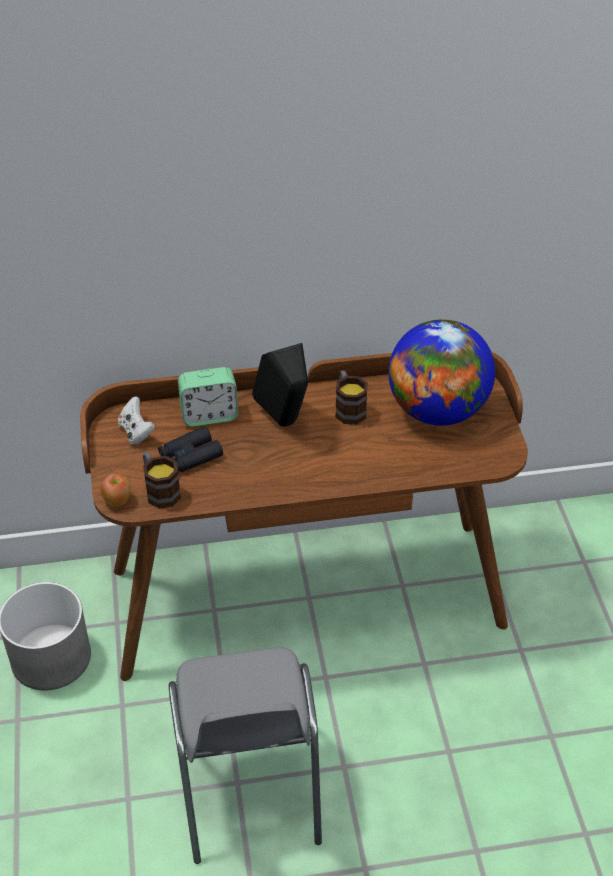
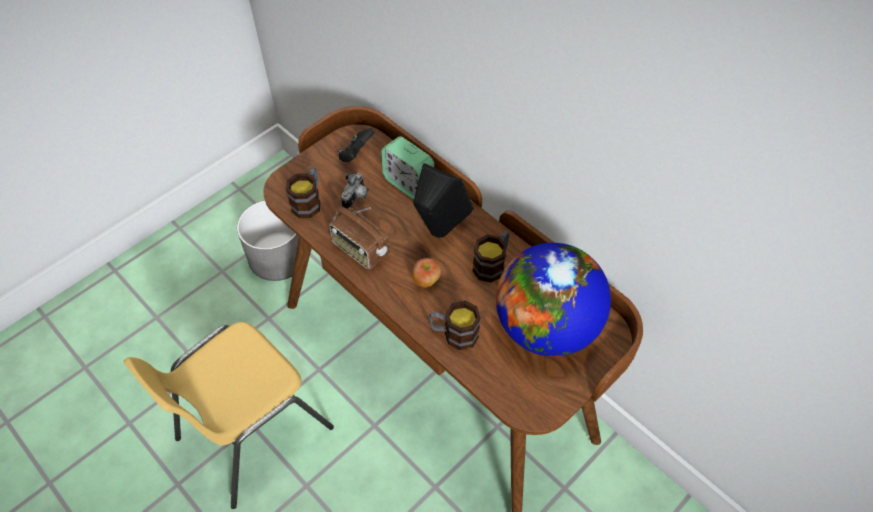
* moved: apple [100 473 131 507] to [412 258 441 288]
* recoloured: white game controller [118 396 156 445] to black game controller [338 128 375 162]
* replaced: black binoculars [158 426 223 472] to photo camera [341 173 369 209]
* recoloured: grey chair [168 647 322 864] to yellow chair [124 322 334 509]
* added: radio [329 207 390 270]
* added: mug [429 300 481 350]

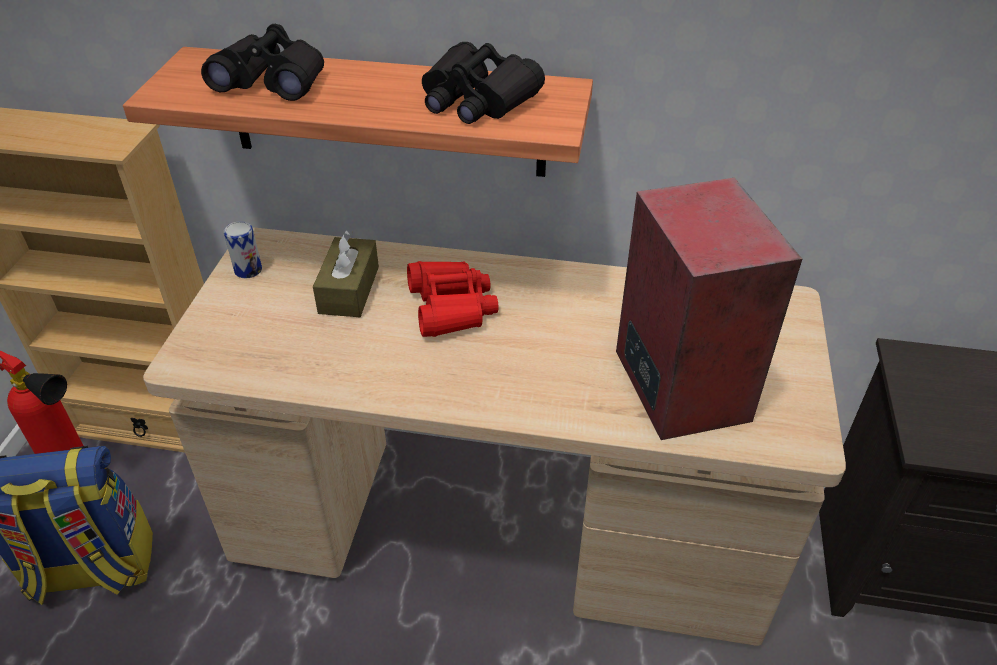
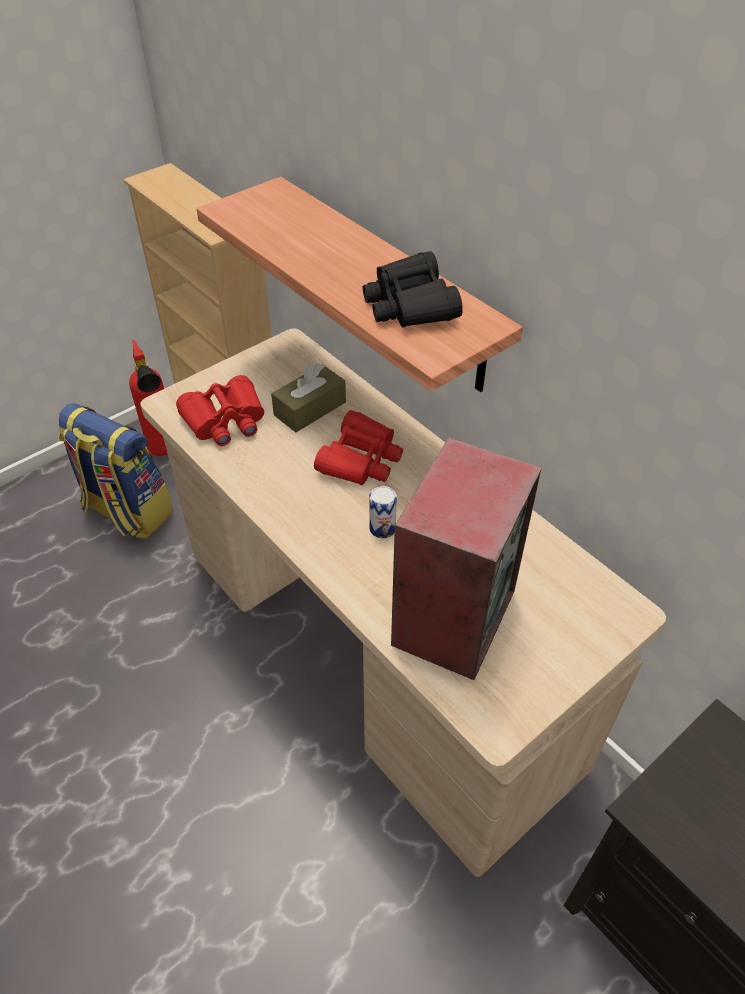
* removed: black binoculars [201 24 324 101]
* moved: can [224 221 262 278] to [369 486 397 538]
* added: red binoculars [176 375 264 446]

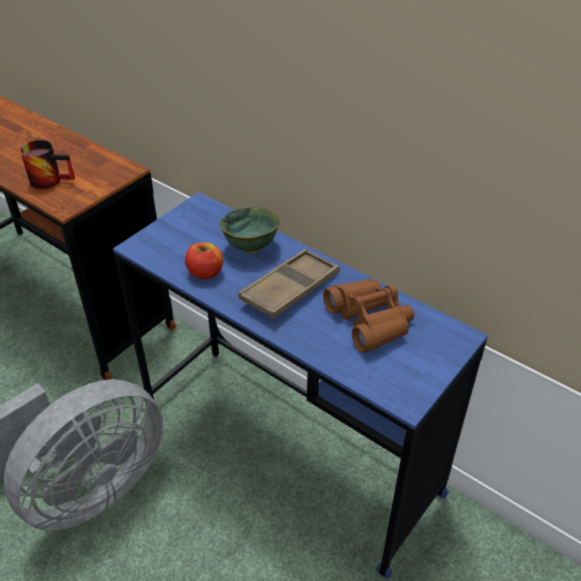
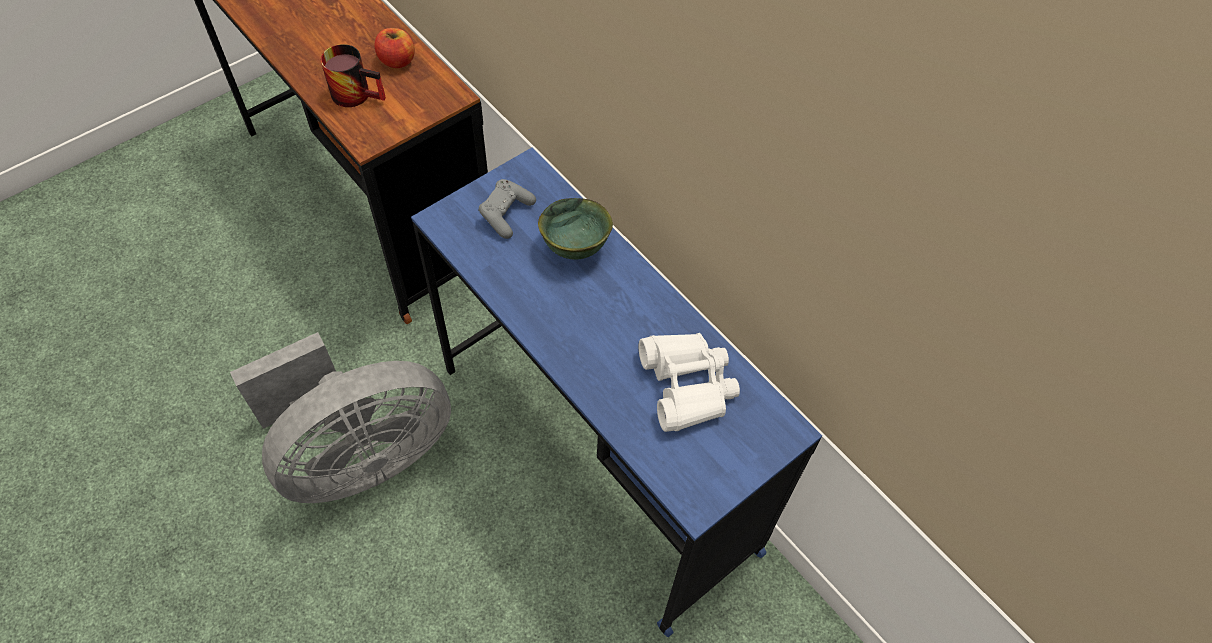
* moved: apple [185 242 223 279] to [375 28 415 68]
* removed: brown tray [239 249 339 319]
* recoloured: brown binoculars [323 279 414 353] to white binoculars [639 333 740 432]
* added: grey game controller [478 179 536 239]

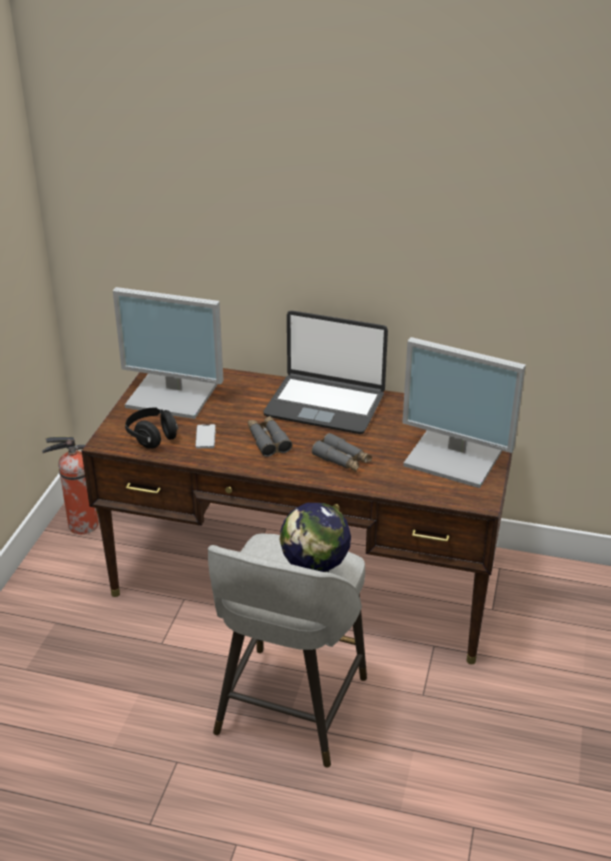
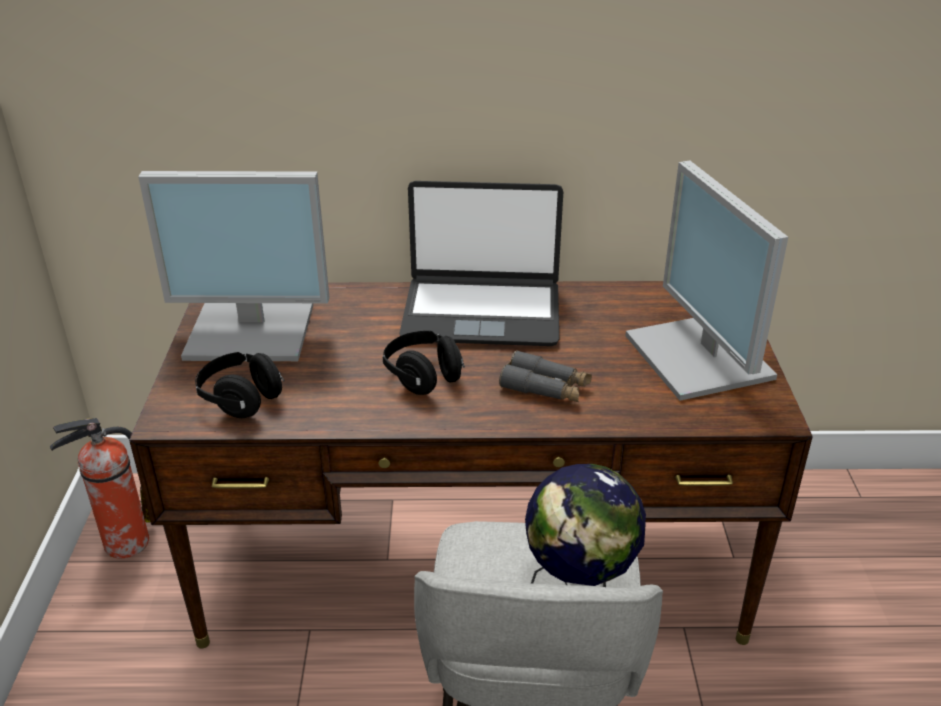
* removed: phone [195 424 216 448]
* replaced: grey binoculars [248 416 292 457] to black headphones [383 331 465 395]
* turned: monitor [402 337 526 488] = [625 161 788 401] 60 degrees clockwise

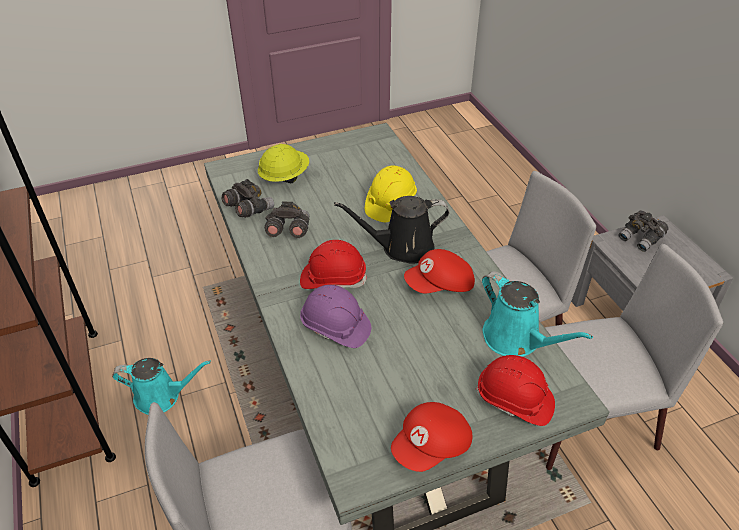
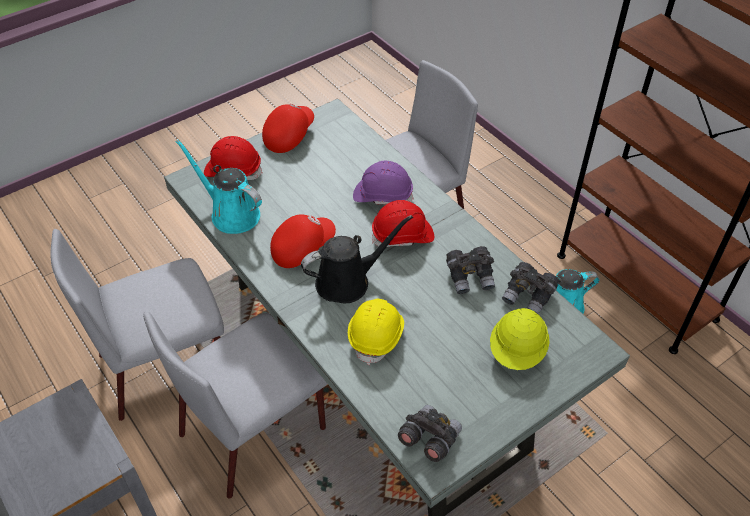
* moved: grey binoculars [619 210 669 252] to [398 405 462 462]

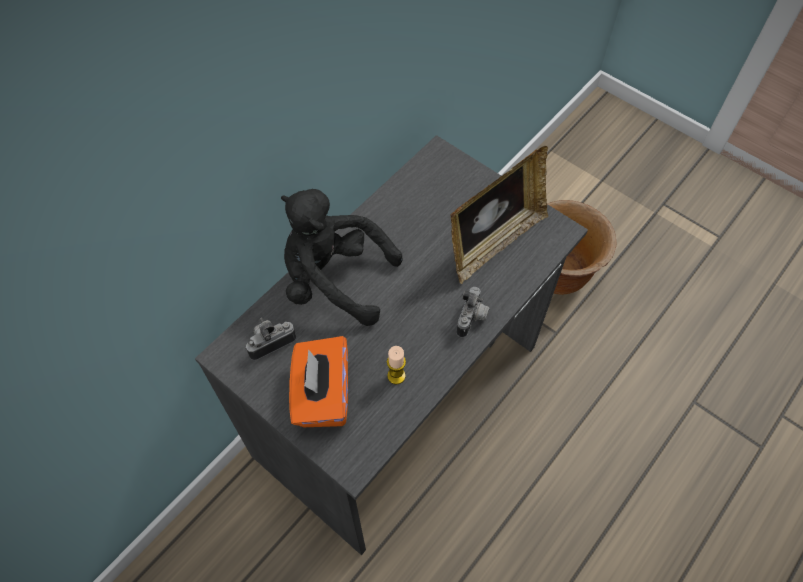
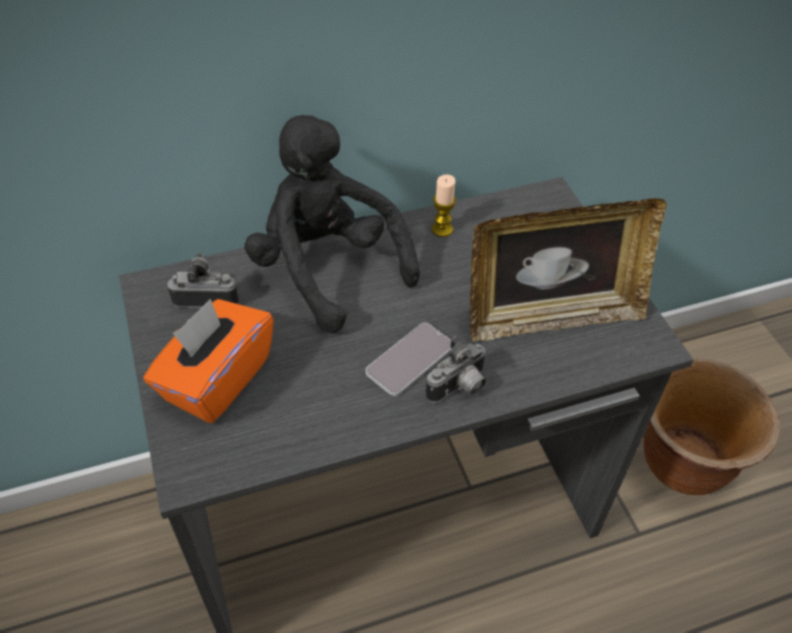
* moved: candle [387 346 406 385] to [432 174 456 237]
* added: phone [366 323 451 396]

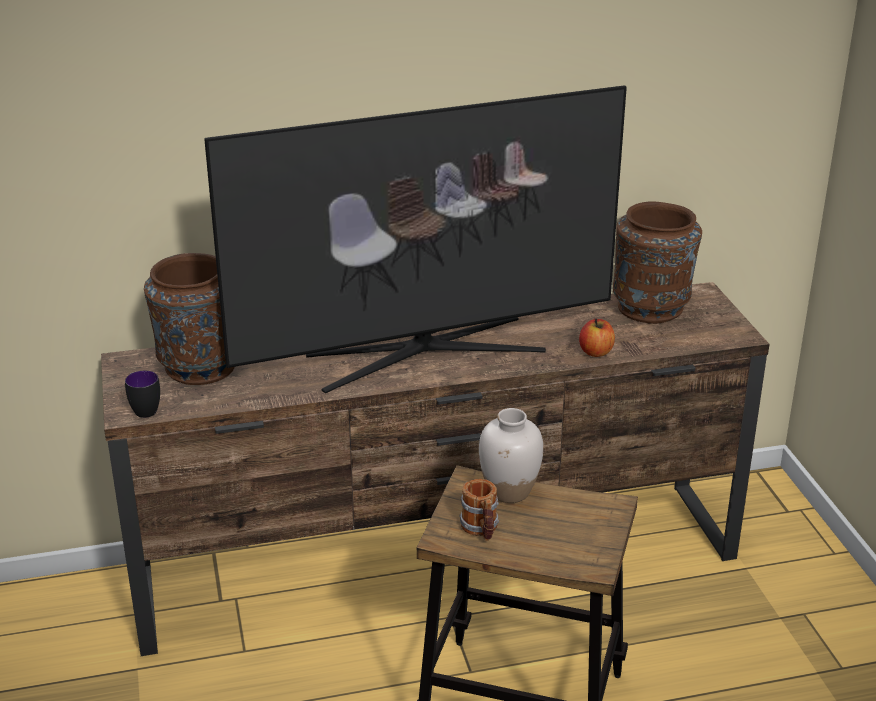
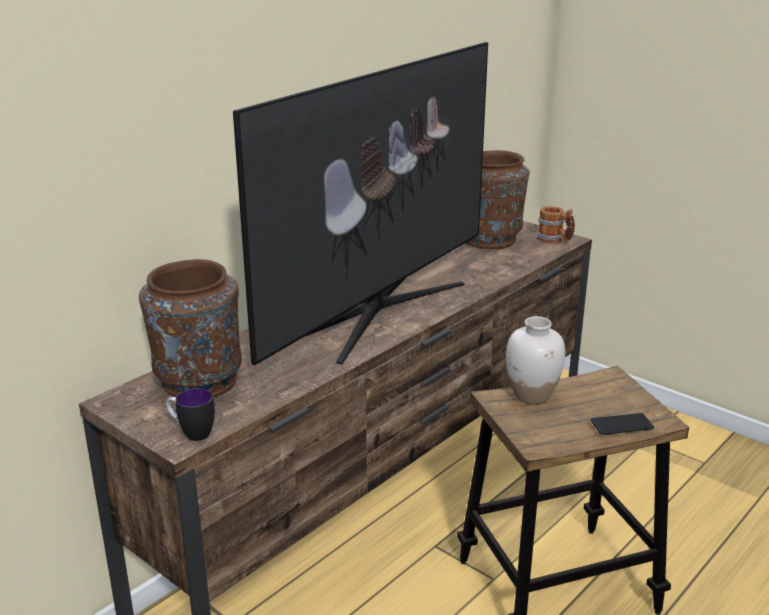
* moved: mug [459 479 499 541] to [537 206 575 243]
* removed: apple [579 318 615 357]
* added: phone [591 413 654 435]

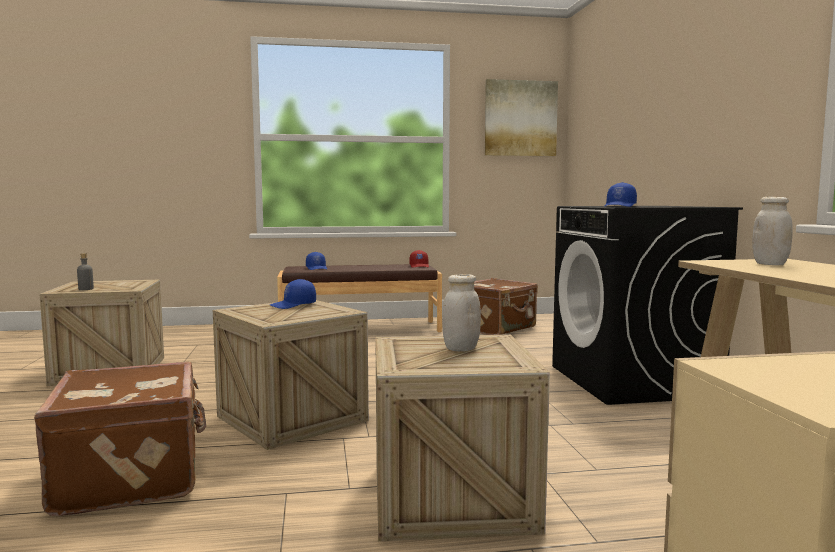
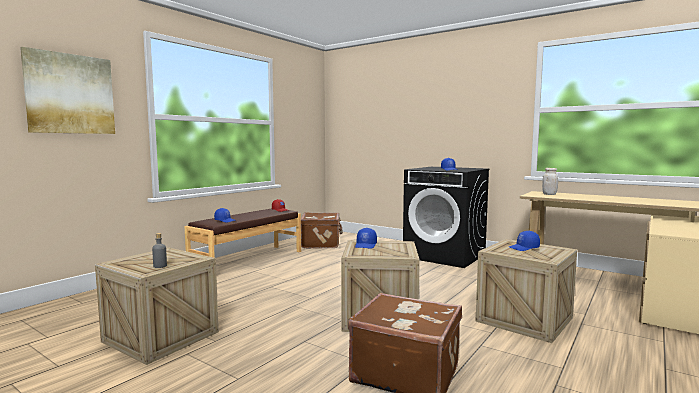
* replaced: white jar [442 274 481 352] to blue cap [509 231 540 251]
* moved: picture [485 79 558 156] to [20 47 115 134]

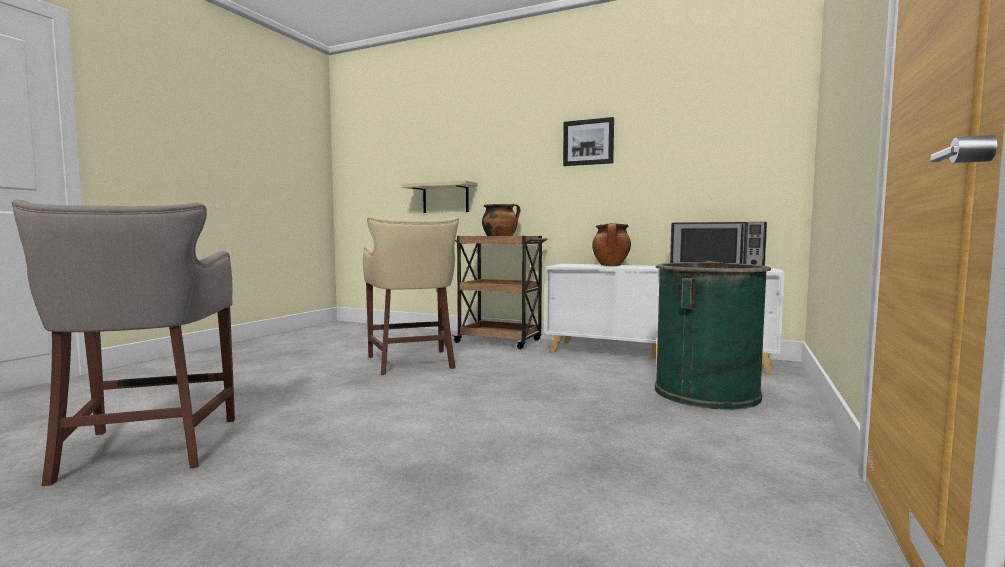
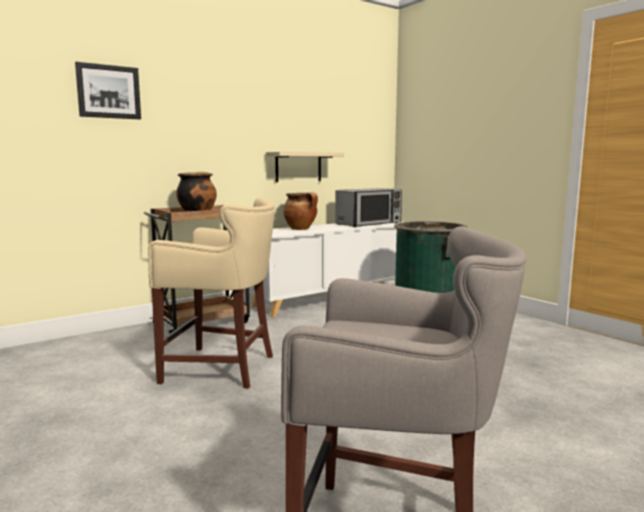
* moved: beige shelf [400 180 478 213] to [266 152 344 182]
* moved: picture [563 117 614 166] to [75 62 141 119]

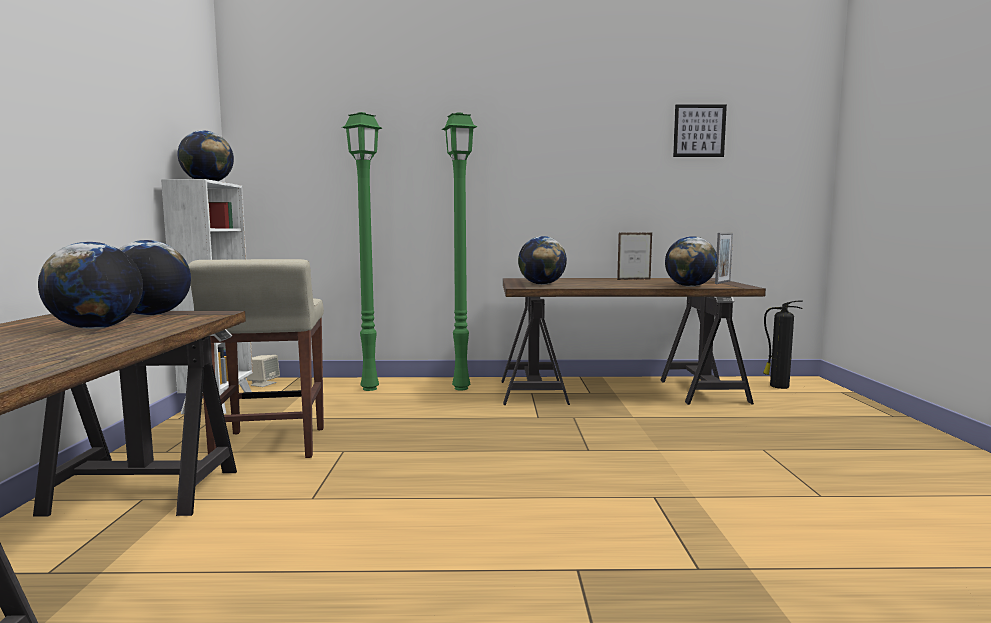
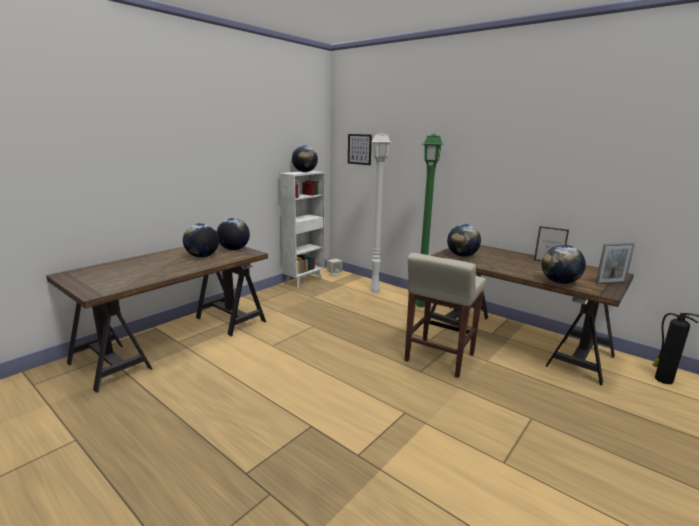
* moved: beige stool [188 259 324 458] to [405 253 486 378]
* recoloured: green floor lamp [342 112 382 391] to white floor lamp [370 133 392 293]
* moved: picture [673 104 727 157] to [348 134 372 165]

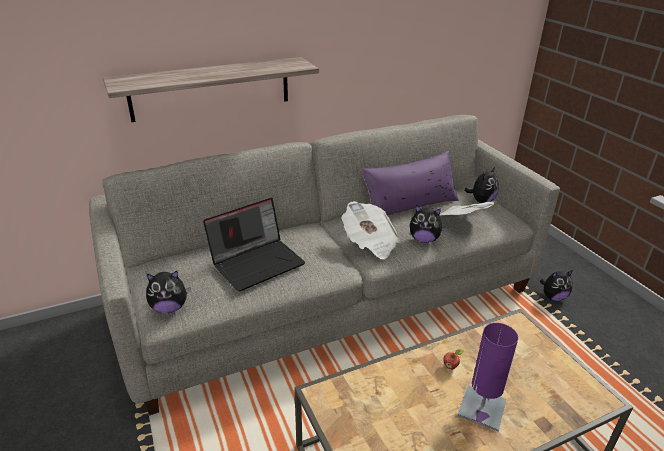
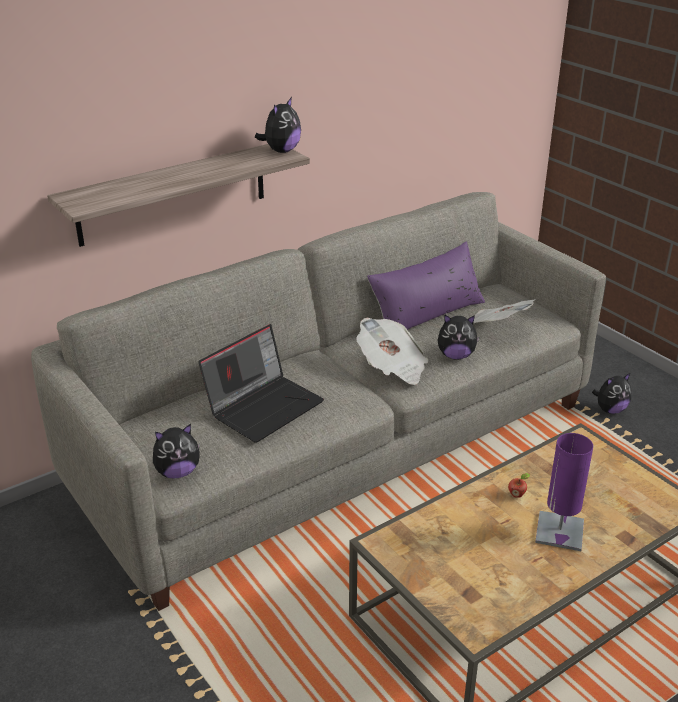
* moved: plush toy [464 167 499 203] to [255 97 301 153]

